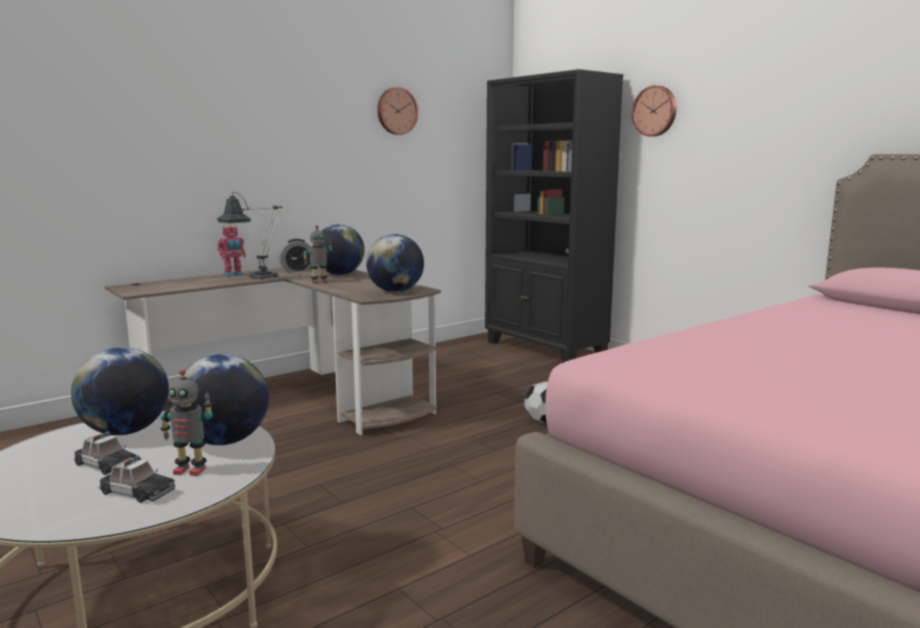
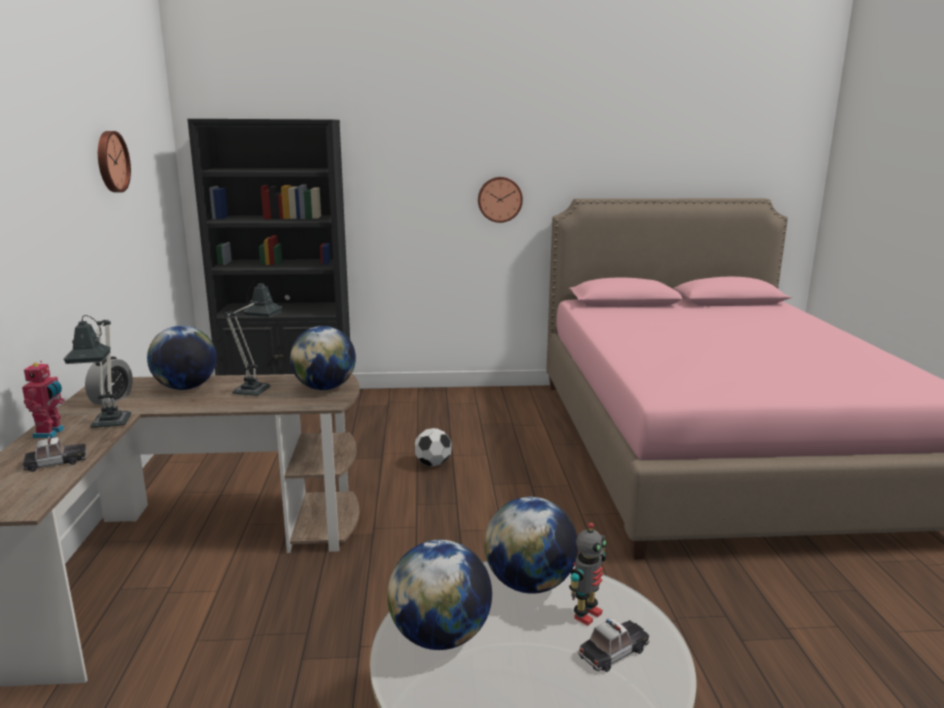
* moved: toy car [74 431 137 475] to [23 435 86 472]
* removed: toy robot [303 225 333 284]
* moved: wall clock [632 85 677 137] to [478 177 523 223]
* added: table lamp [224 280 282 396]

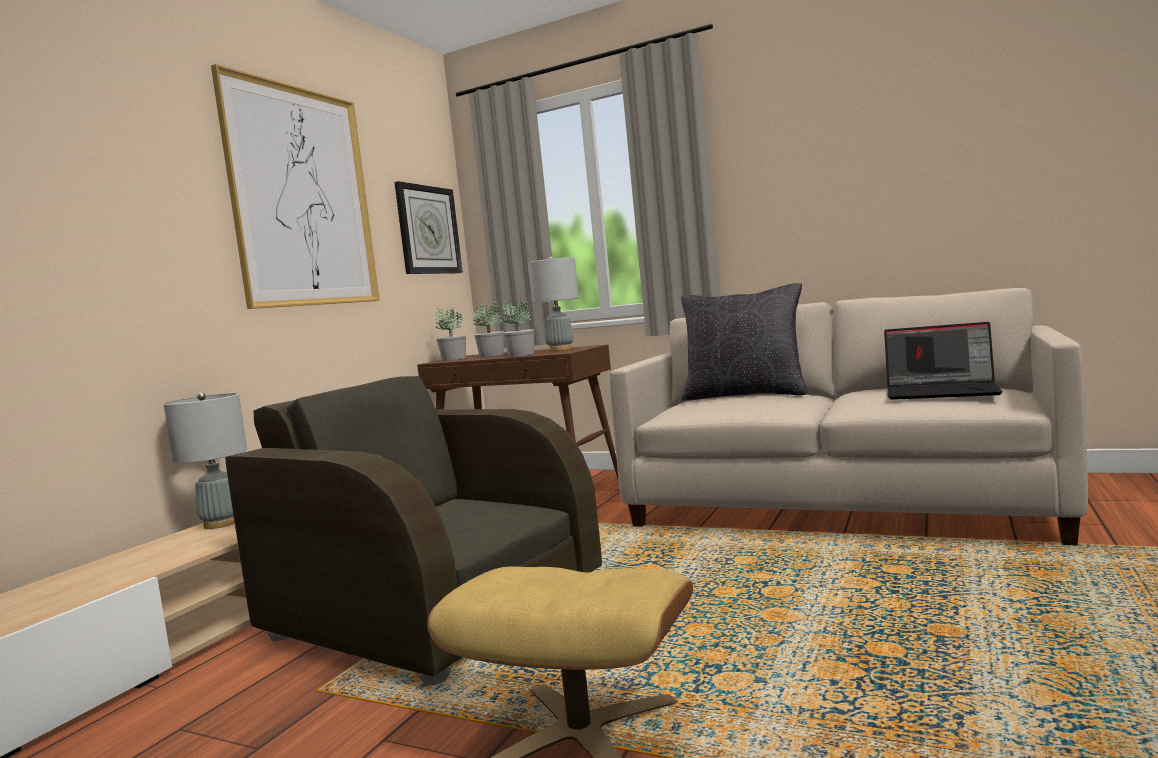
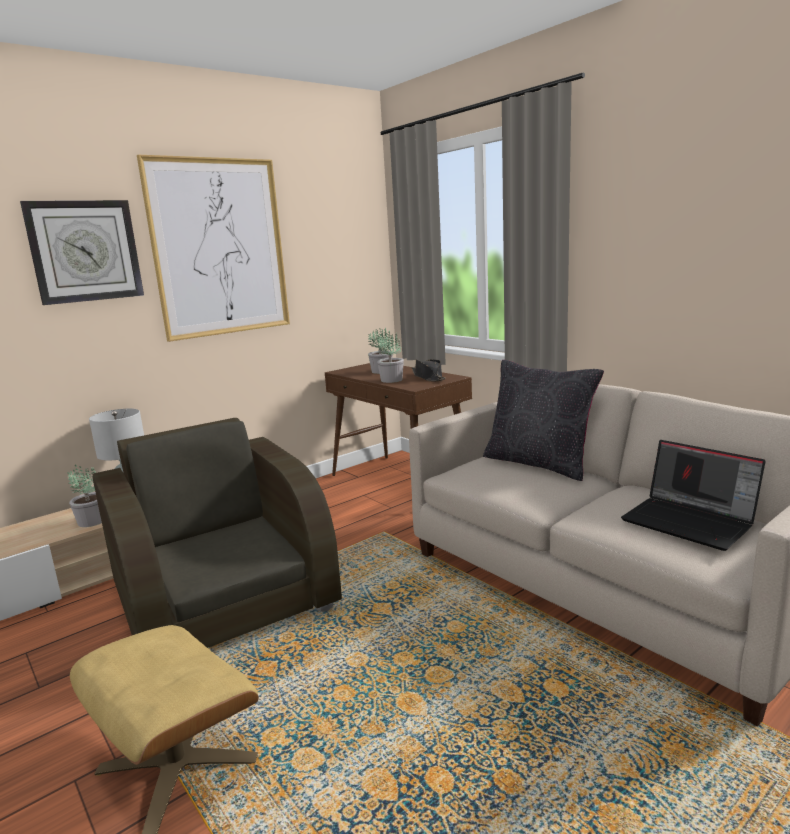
* moved: wall clock [394 181 463 274] to [20 200 144 305]
* moved: potted plant [436 308 466 360] to [67 464 102 527]
* replaced: grey table lamp [528 256 579 351] to black hat [411 359 446 382]

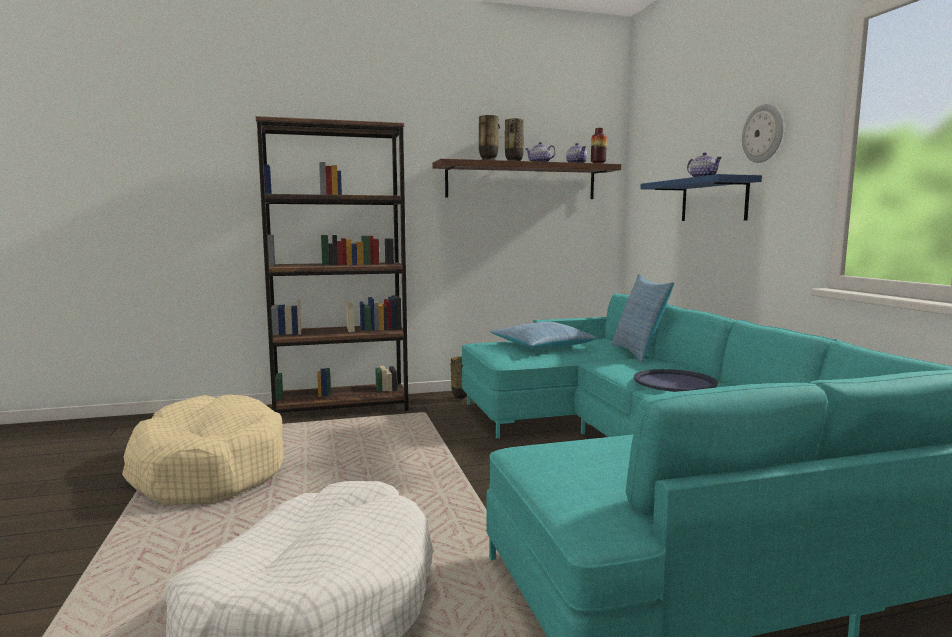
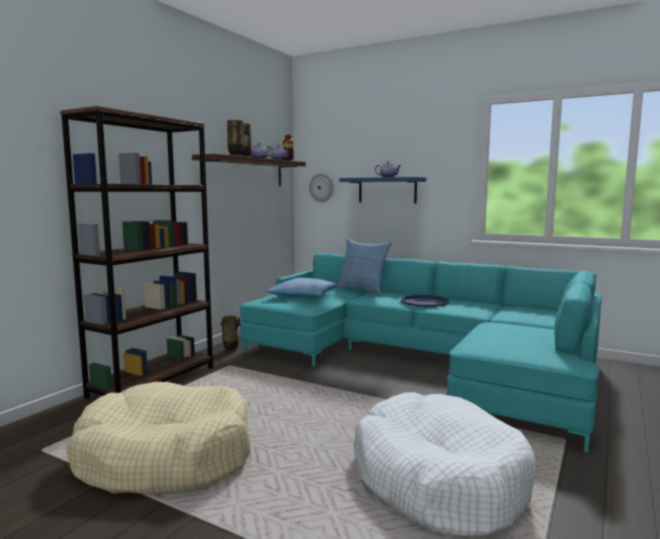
* moved: wall clock [742 104 783 163] to [309 173 334 202]

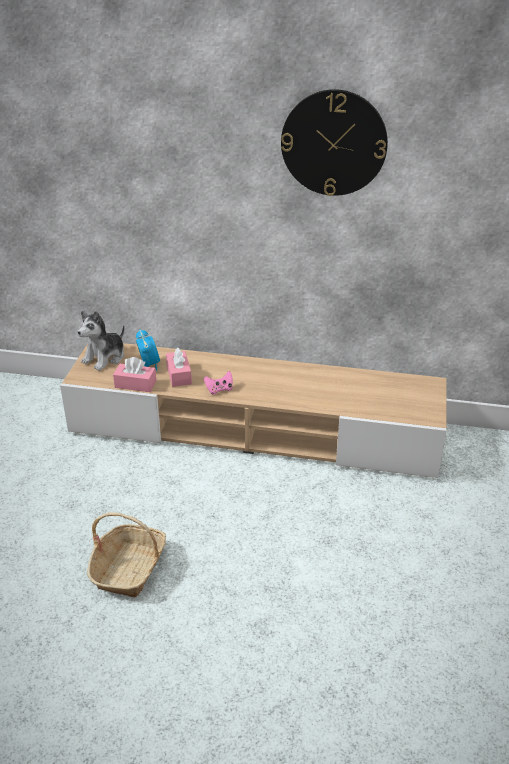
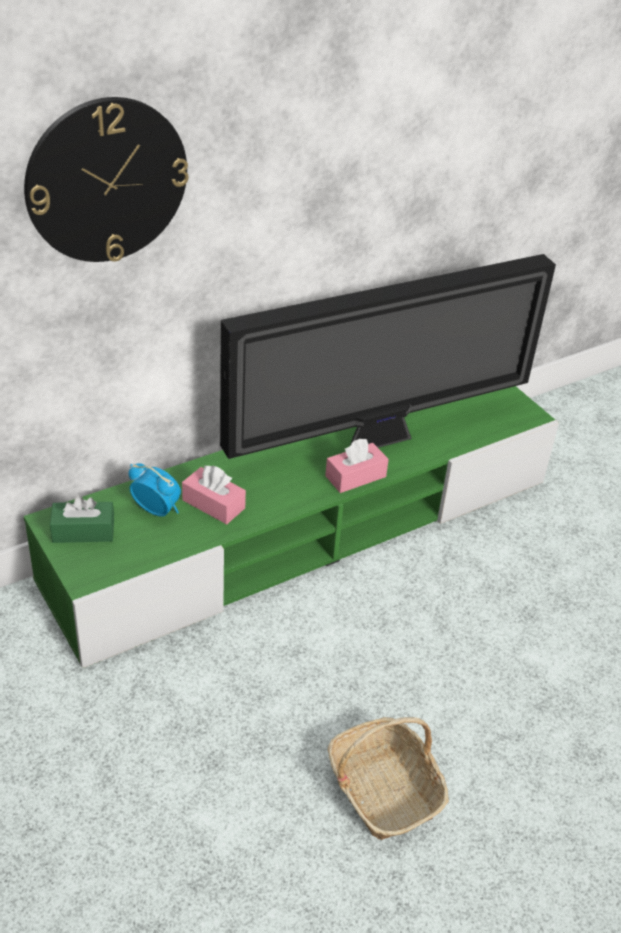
* recoloured: beige tv stand [60 343 446 478] to green tv stand [24 386 559 668]
* replaced: plush toy [77 311 125 371] to green tissue box [50 495 114 543]
* moved: pink tissue box [113 357 156 392] to [325 439 389 493]
* removed: pink game controller [204 371 233 394]
* moved: wall clock [281 89 388 196] to [24 97 189 262]
* added: television [220 254 556 459]

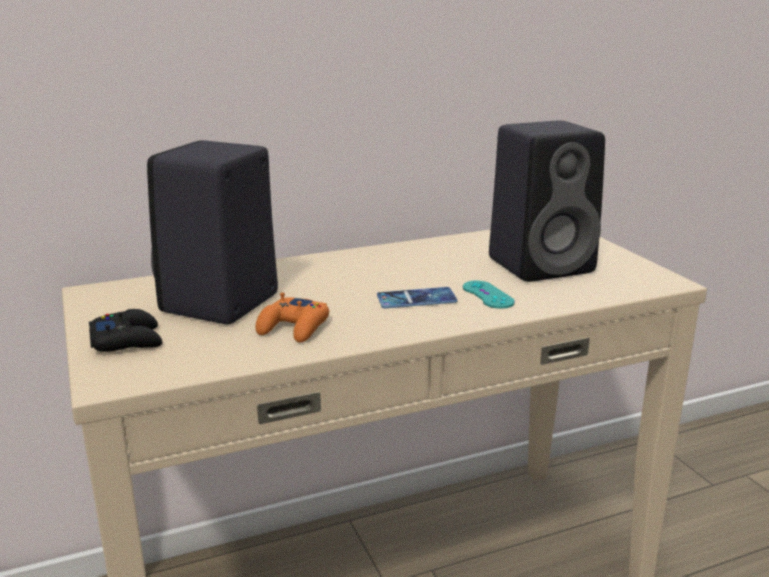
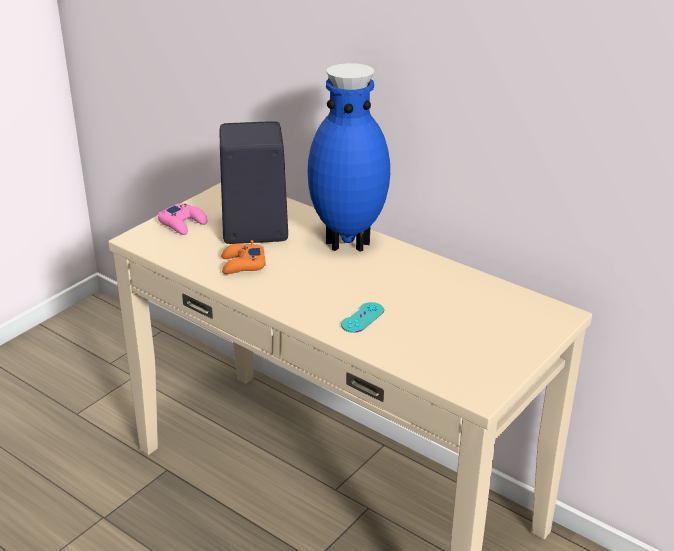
* recoloured: black game controller [89 309 162 352] to pink game controller [158 203 208 235]
* removed: phone [377 287 457 308]
* removed: black speaker [489 120 605 282]
* added: blue vase [308 63 390 252]

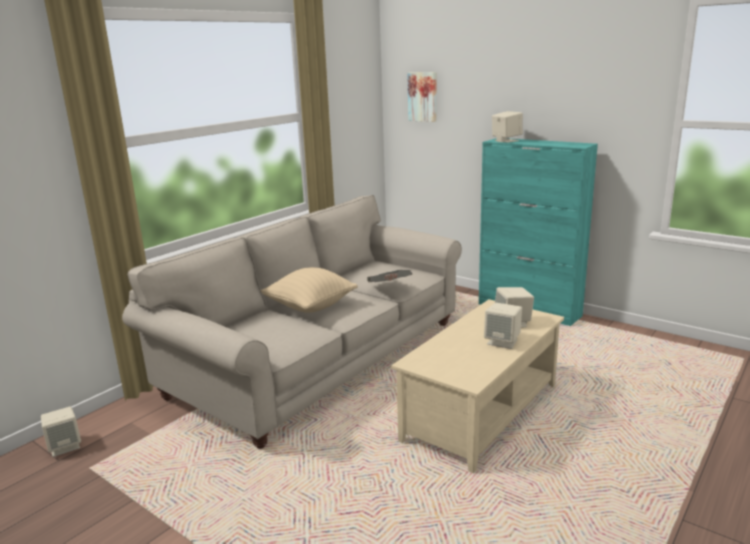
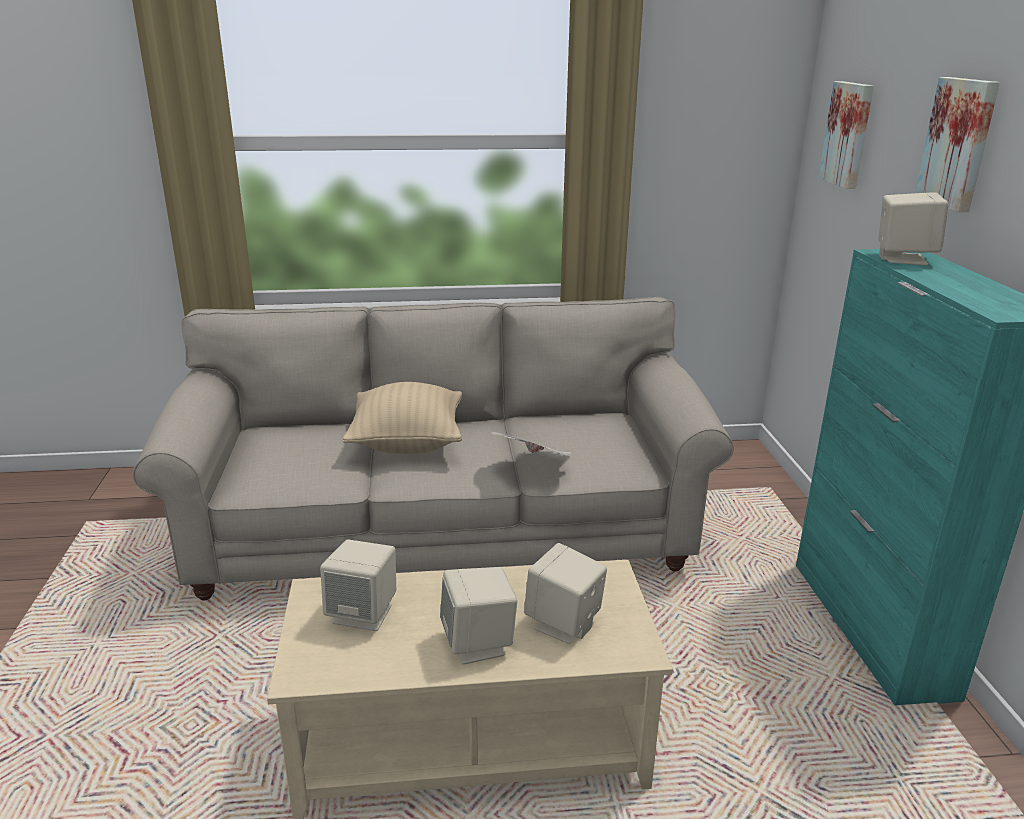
* moved: beige speaker [41 407 81 457] to [320 539 396 631]
* added: picture [915 77 1000 212]

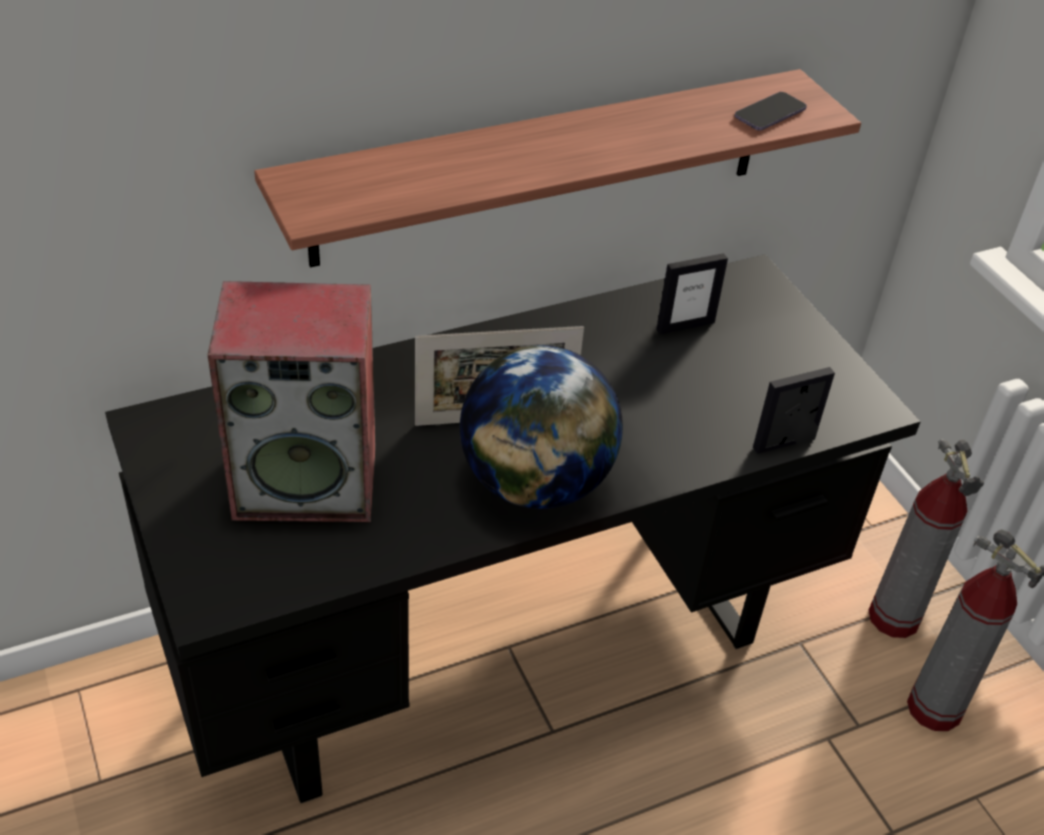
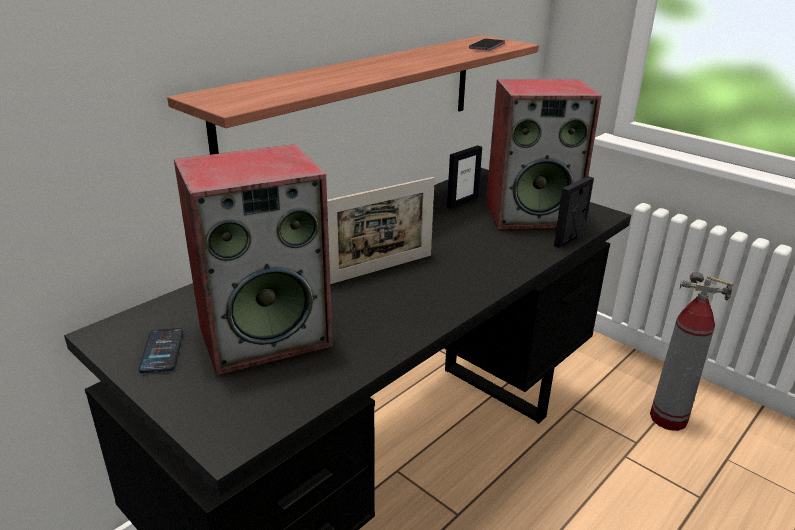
* removed: globe [460 345 623 509]
* removed: fire extinguisher [868 439 984 638]
* added: phone [138 328 183 373]
* added: speaker [486 79 602 229]

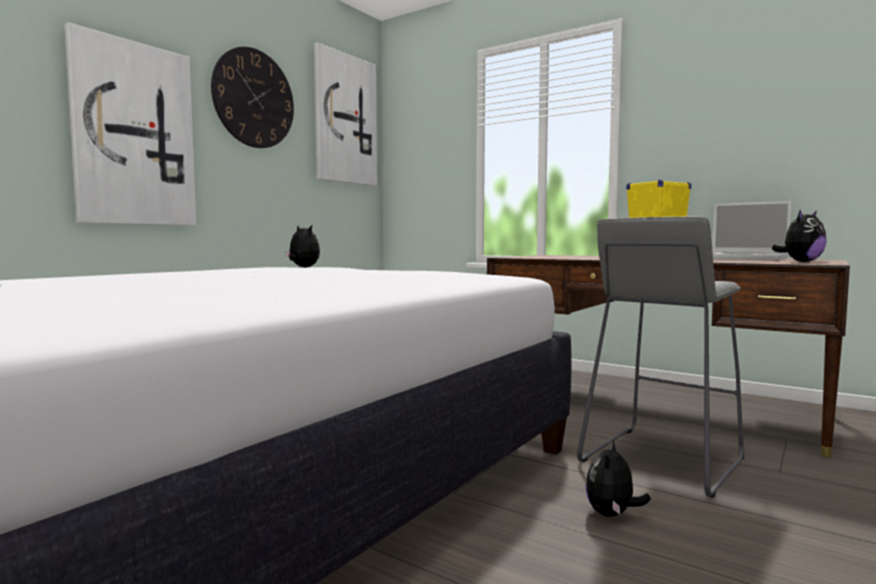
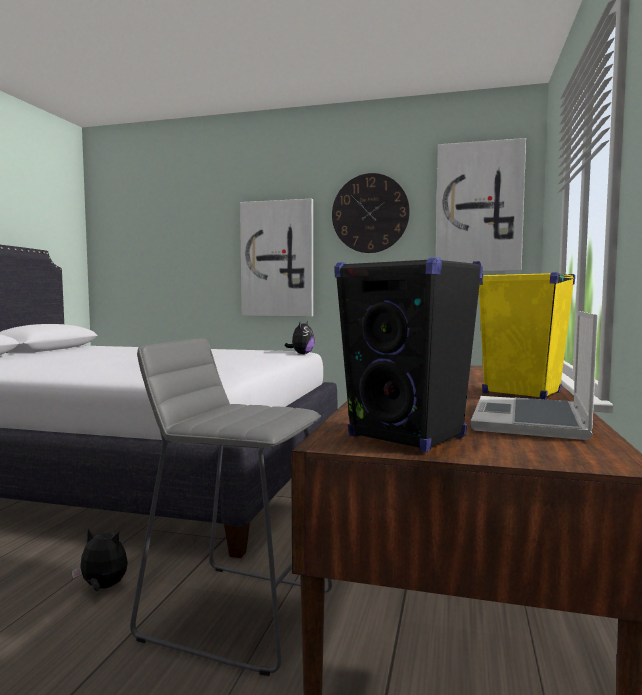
* replaced: plush toy [771 210 826 262] to black speaker [334 257 483 452]

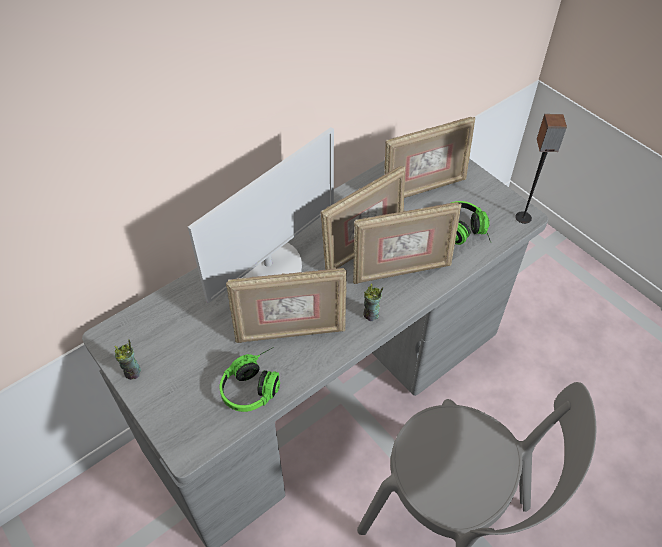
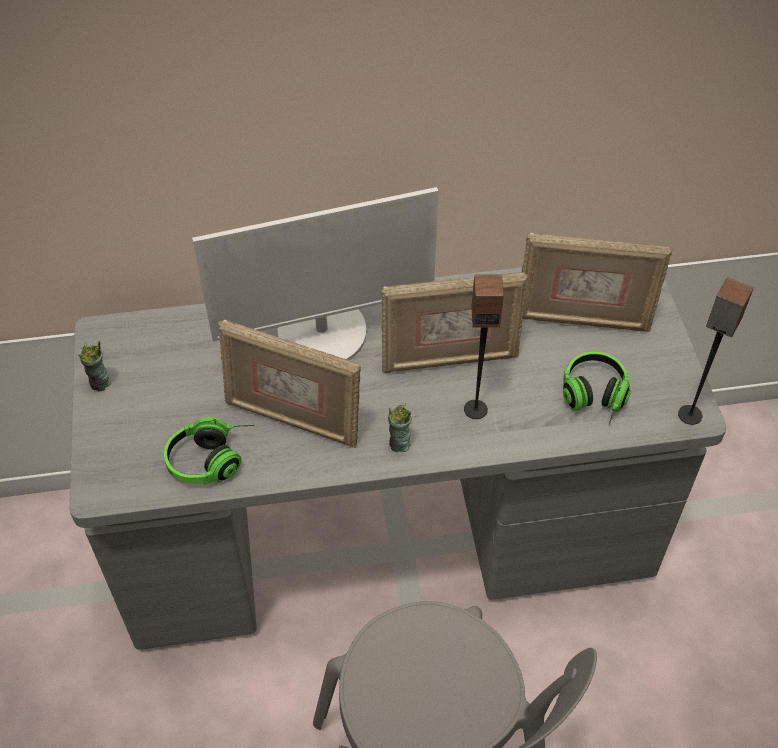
* replaced: picture frame [353 202 461 284] to speaker [464 274 504 419]

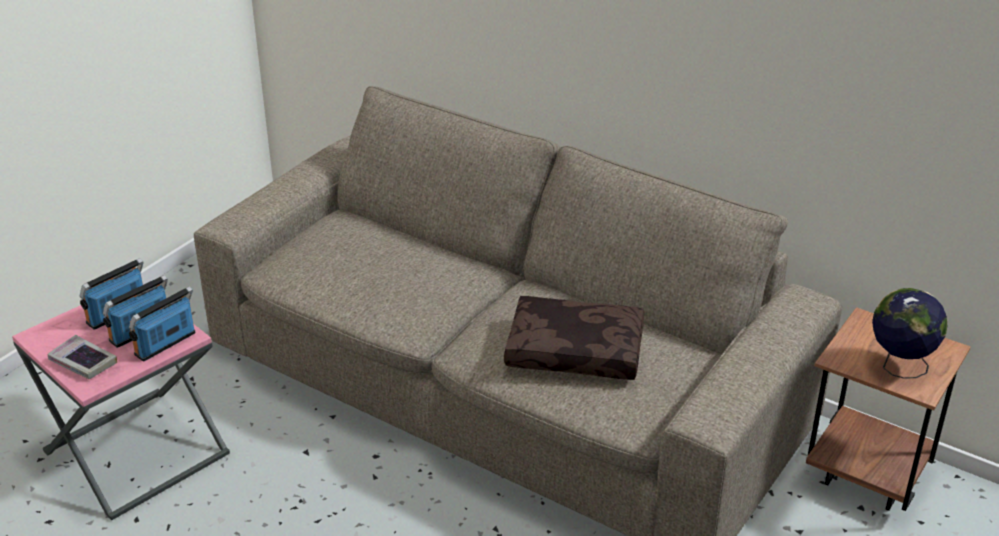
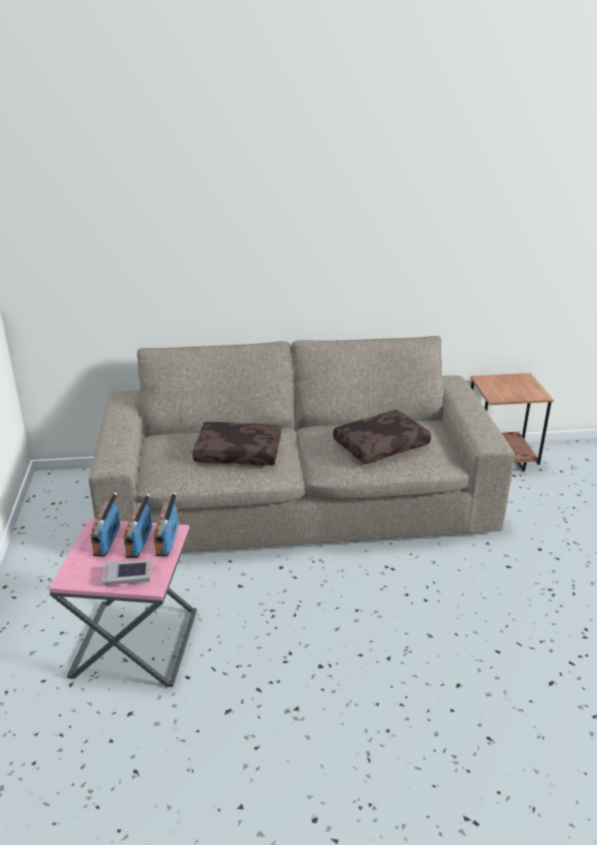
* removed: globe [872 288 947 379]
* added: brown pillow [192 422 281 466]

